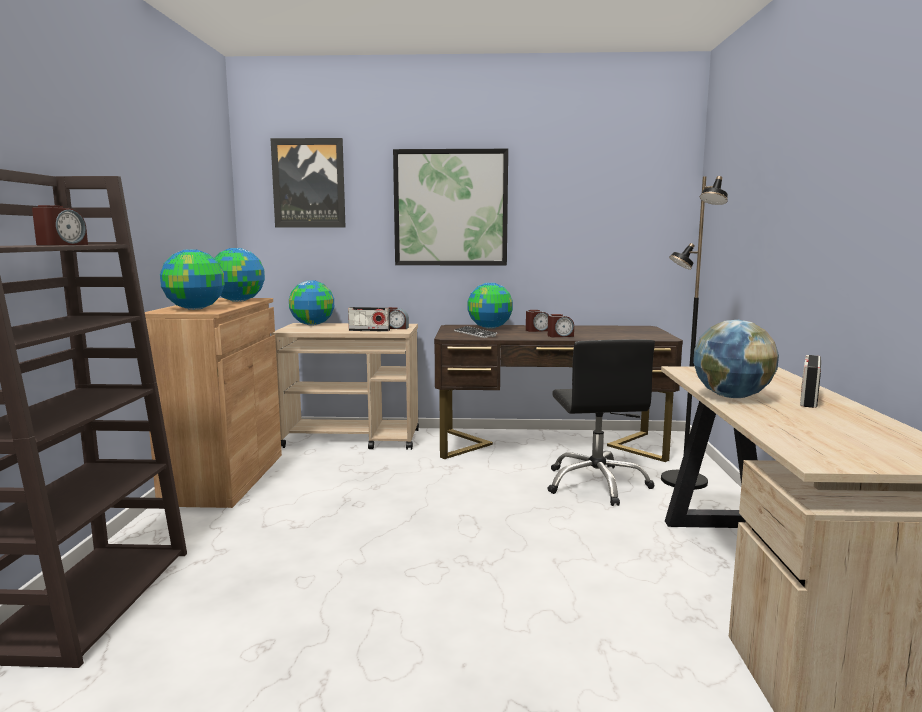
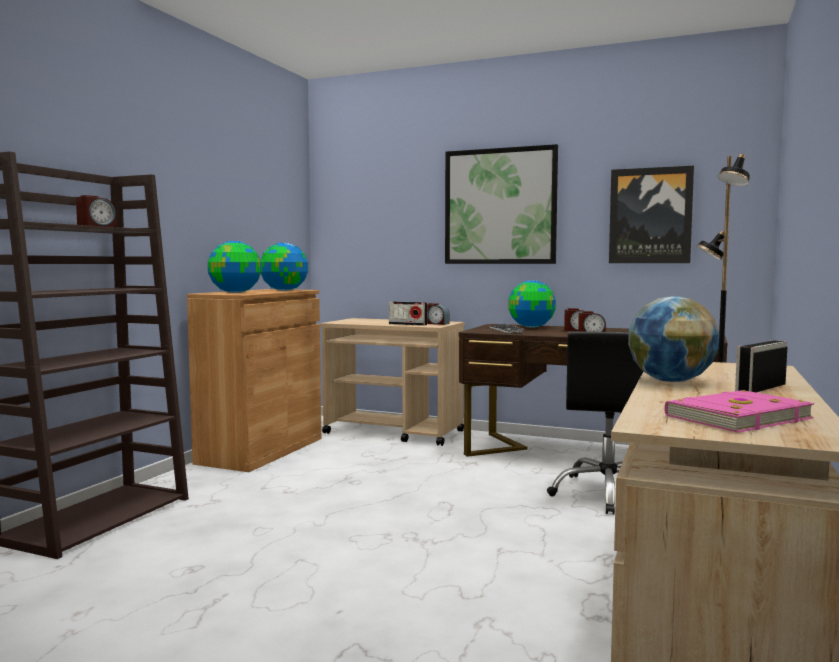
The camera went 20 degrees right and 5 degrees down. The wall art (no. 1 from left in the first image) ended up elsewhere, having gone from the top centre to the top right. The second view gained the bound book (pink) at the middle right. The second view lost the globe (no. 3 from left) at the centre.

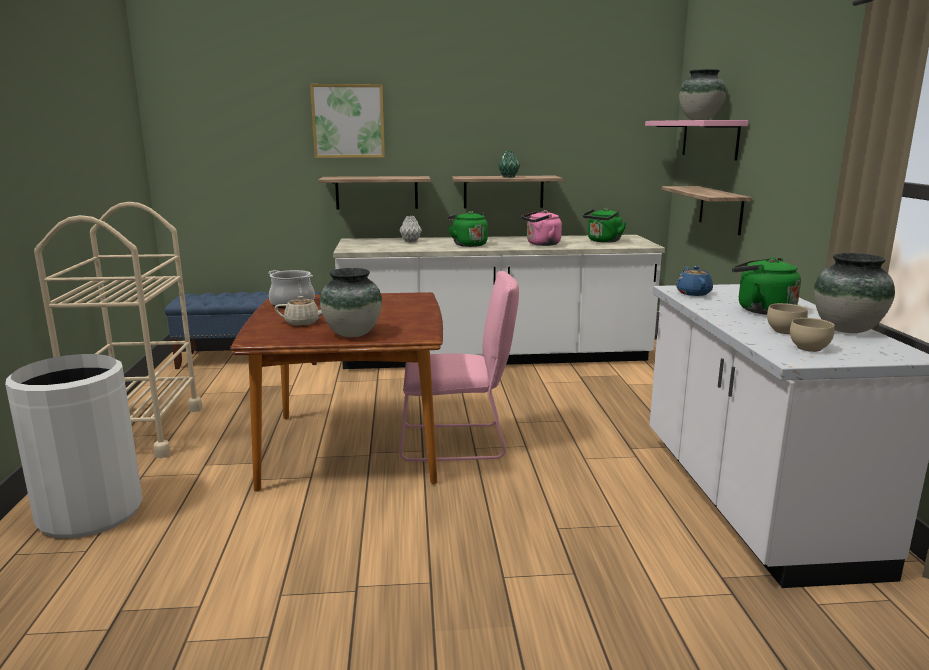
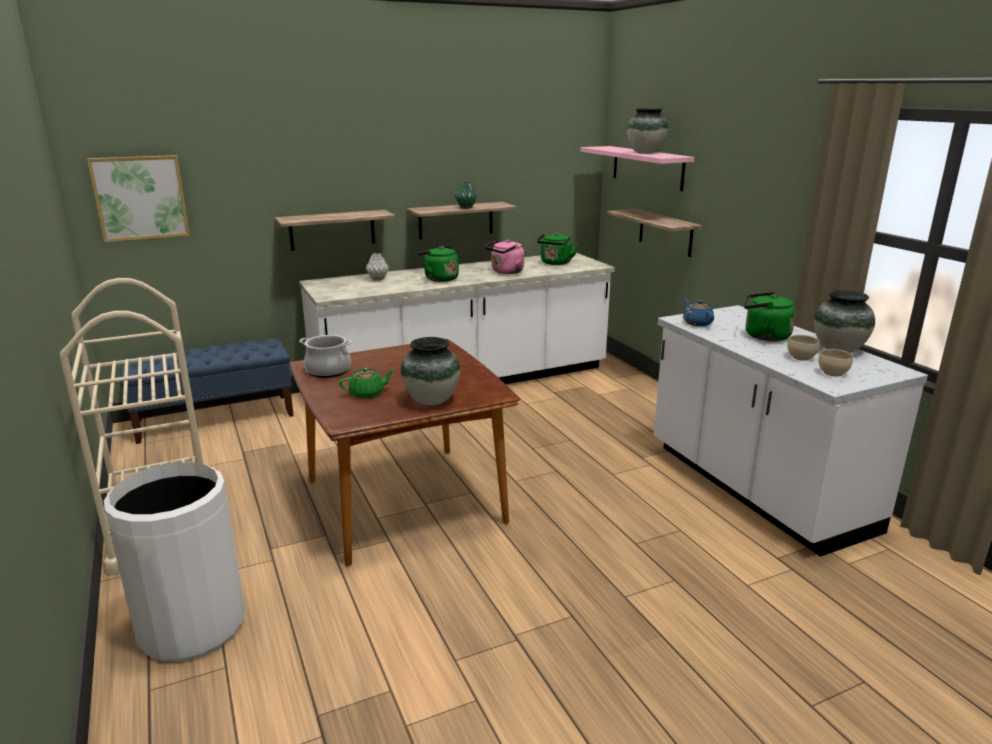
The camera went 20 degrees left and 5 degrees up. The wall art ended up elsewhere, having gone from the top centre to the top left. What was the pot for tea (sand-coloured) at the middle left turned into the pot for tea (green) at the centre. The second view lost the plain chair (pink) at the centre.

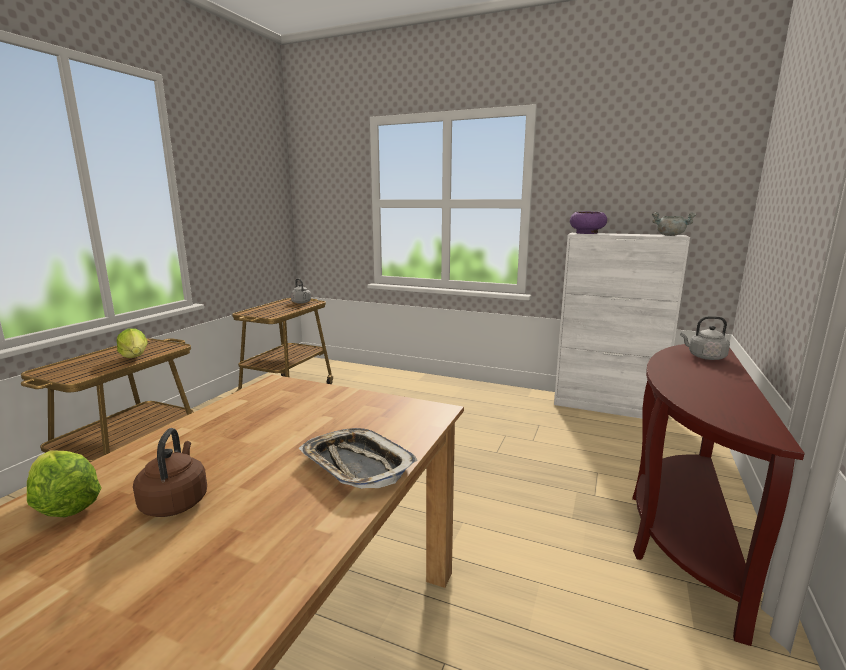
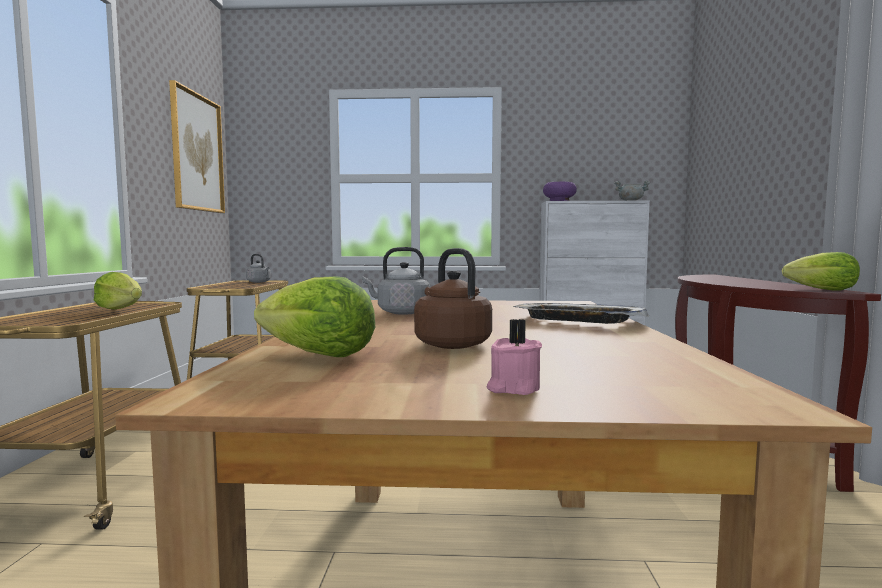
The camera went 20 degrees left and 10 degrees down. The second view gained the wall art at the top left. The kettle (gray) (no. 2 from left) ended up elsewhere, having gone from the middle right to the centre. The second view gained the wax light (pink) at the centre. The second view gained the lettuce head (no. 3 from left) at the middle right.

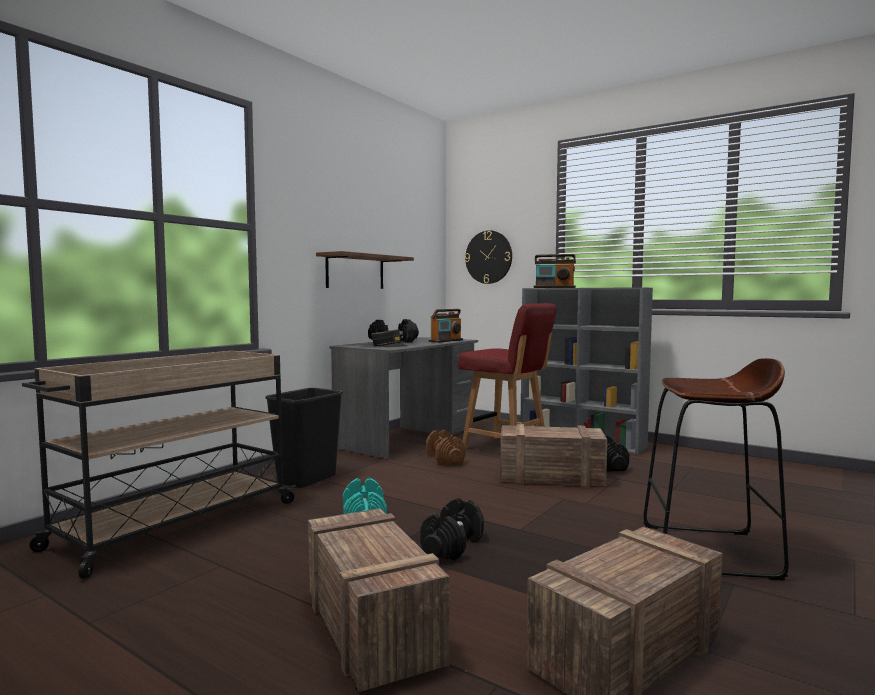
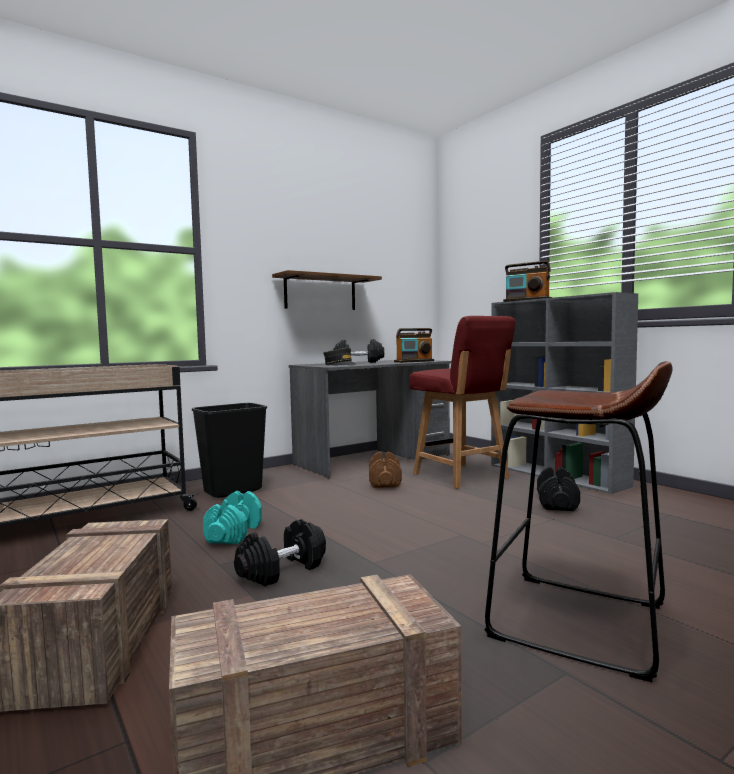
The camera went 20 degrees right and 0 degrees up. The second view lost the hanging clock at the centre. The second view lost the packing crate (no. 2 from left) at the centre.

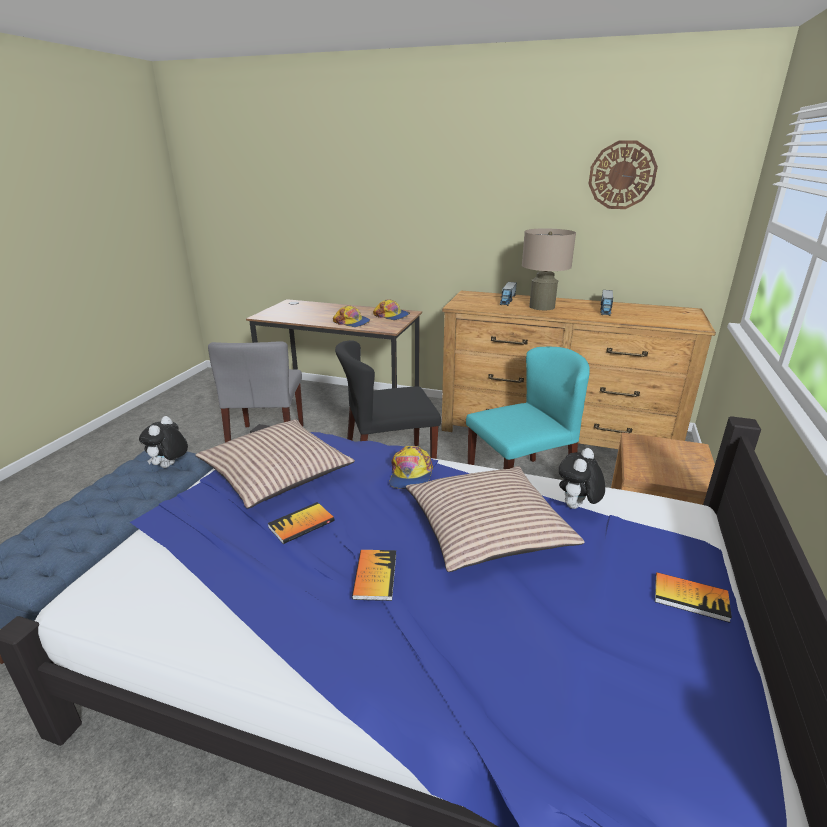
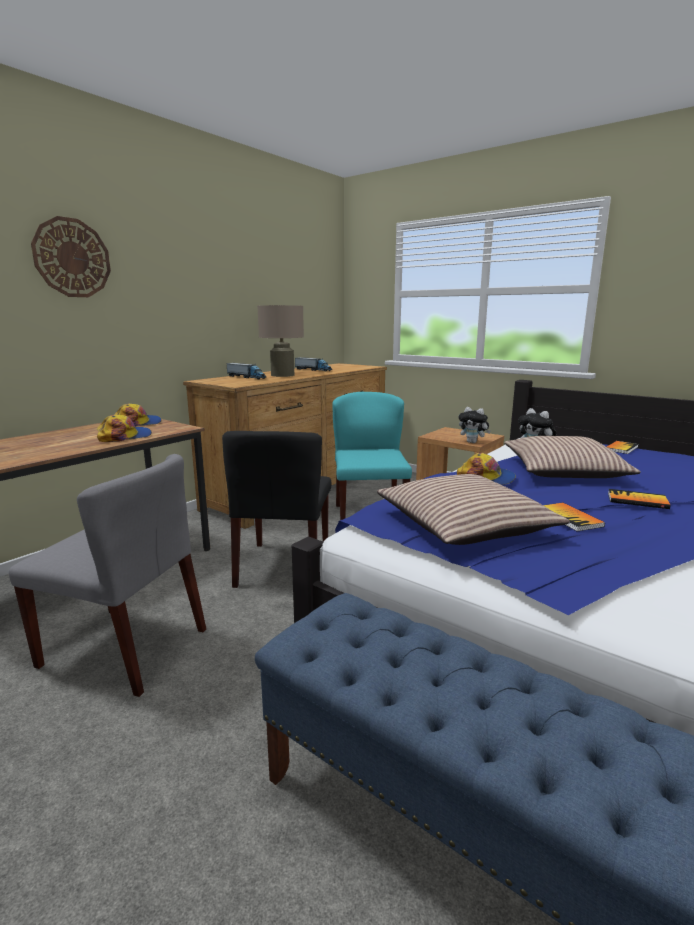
The camera went 70 degrees left and 10 degrees down. The hanging clock ended up elsewhere, having gone from the top right to the top left. The soft toy (no. 1 from left) ended up elsewhere, having gone from the middle left to the middle right.

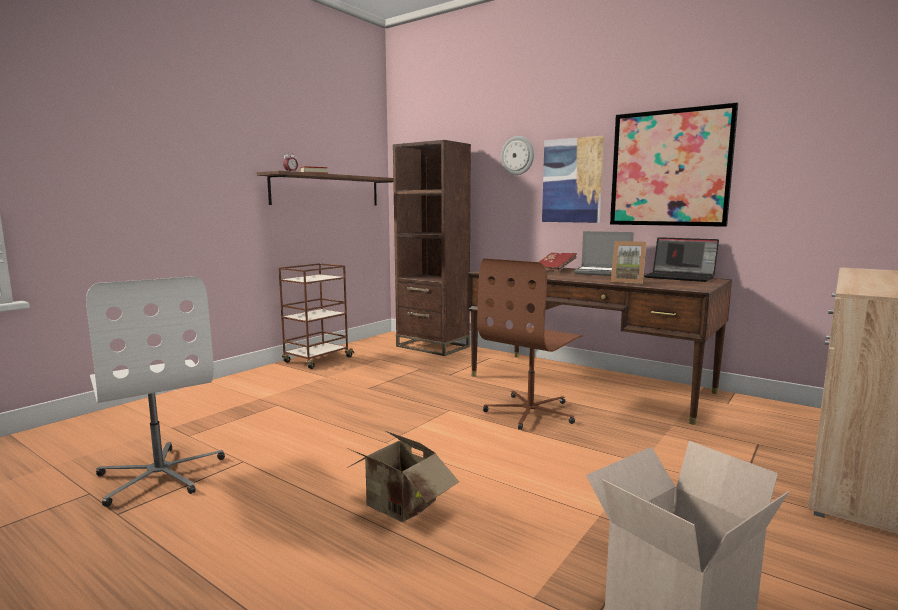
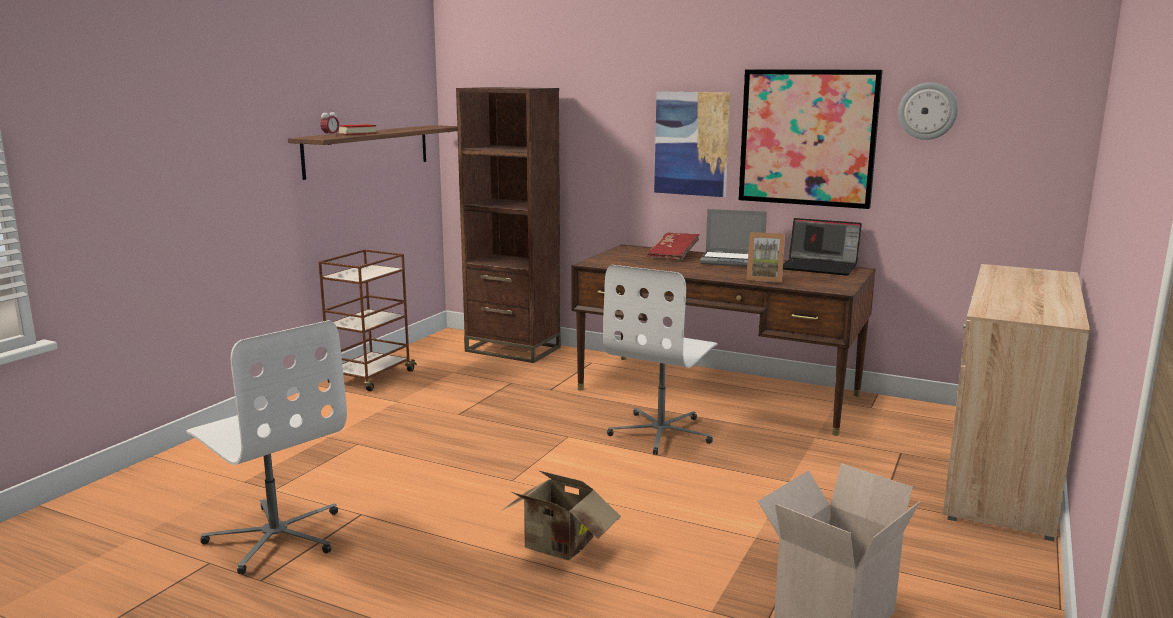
The camera went 10 degrees left and 5 degrees up. What was the desk chair (brownish) at the centre turned into the desk chair (white) (no. 2 from left) at the centre. The hanging clock ended up elsewhere, having gone from the top centre to the top right.

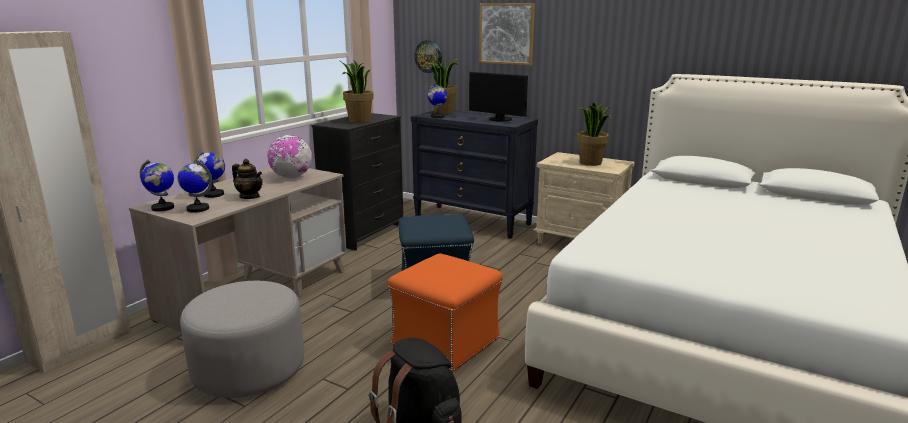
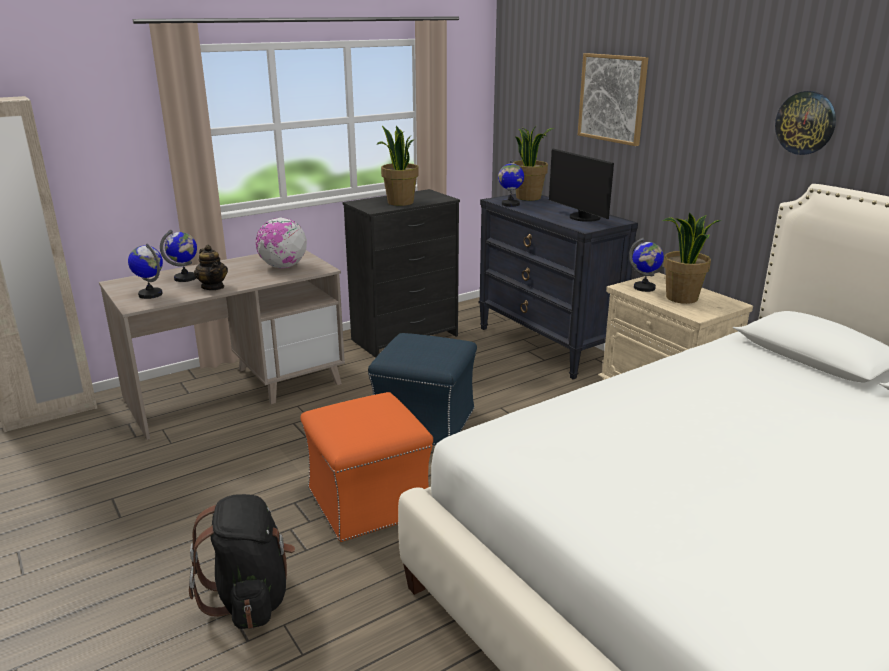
The camera went 25 degrees right and 5 degrees up. The globe (no. 1 from left in the first image) ended up elsewhere, having gone from the middle left to the middle right. The hanging clock ended up elsewhere, having gone from the top centre to the top right. The second view lost the ottoman (gray) at the bottom left.

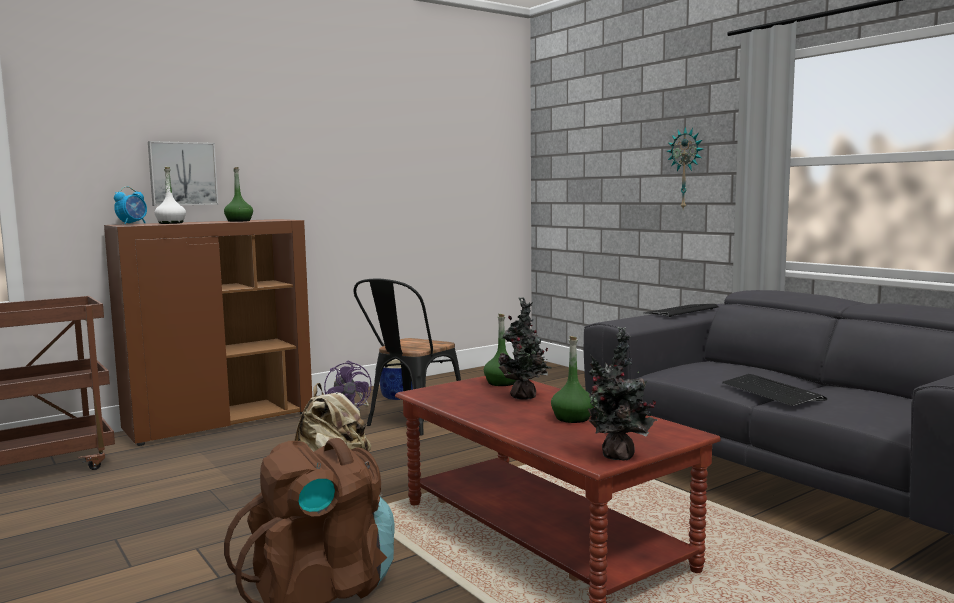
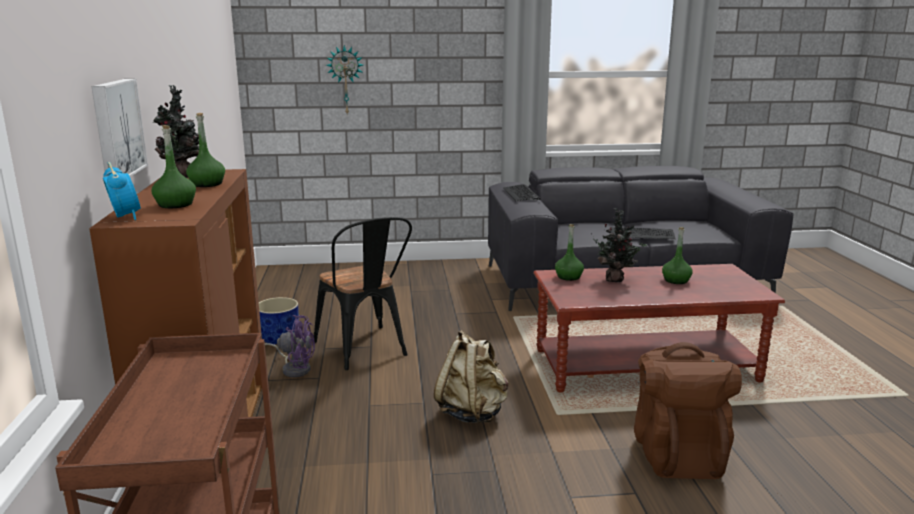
The camera went 60 degrees left and 10 degrees up. What was the beverage bottle (white) at the top left turned into the beverage bottle (green) (no. 1 from left) at the top left. The houseplant (no. 2 from left in the first image) ended up elsewhere, having gone from the centre to the top left. The hanging clock ended up elsewhere, having gone from the top right to the top centre.

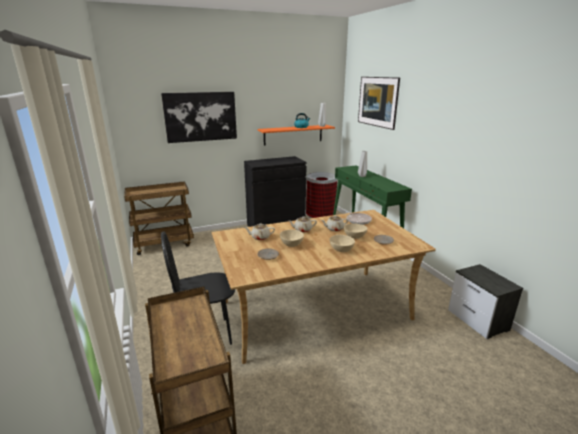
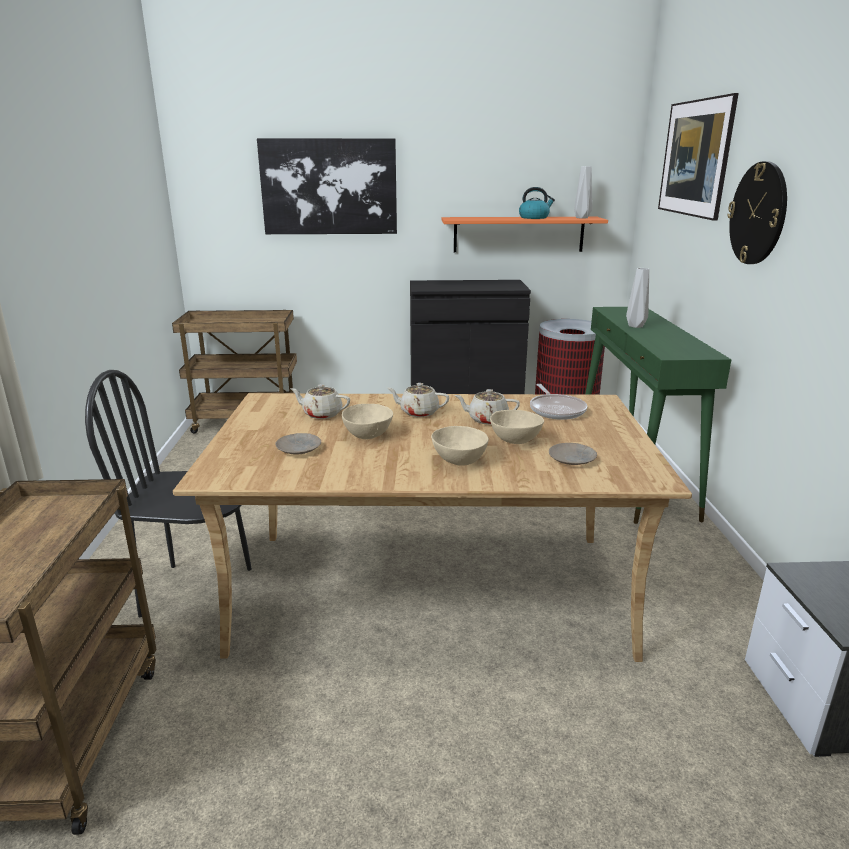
The camera went 20 degrees right and 0 degrees up. The second view gained the hanging clock at the top right.

